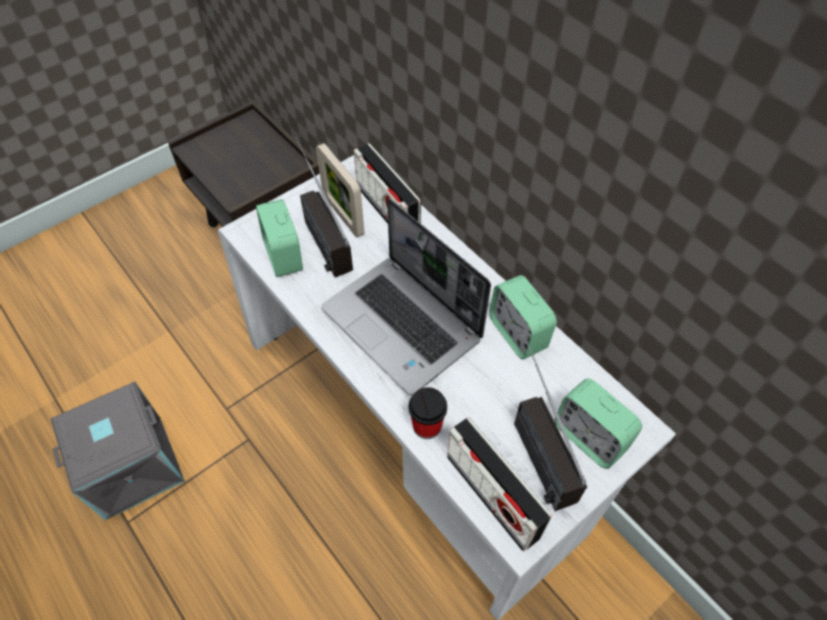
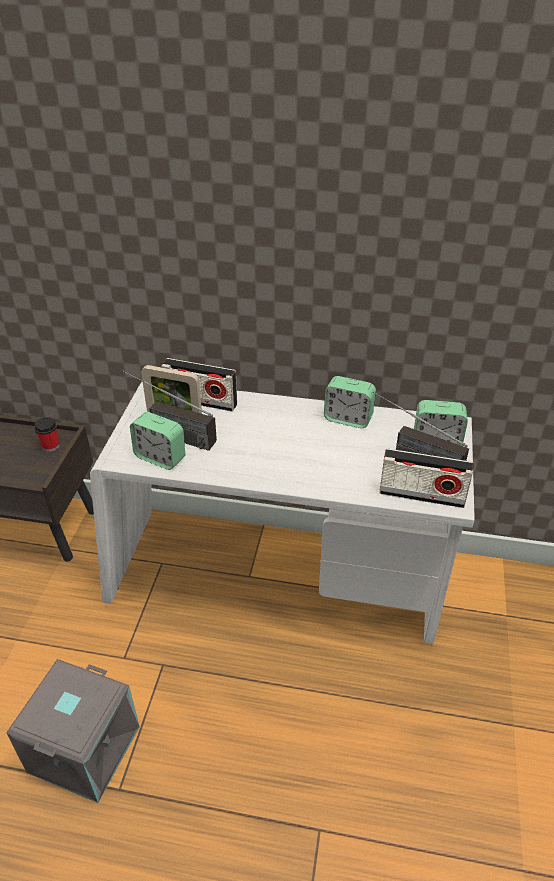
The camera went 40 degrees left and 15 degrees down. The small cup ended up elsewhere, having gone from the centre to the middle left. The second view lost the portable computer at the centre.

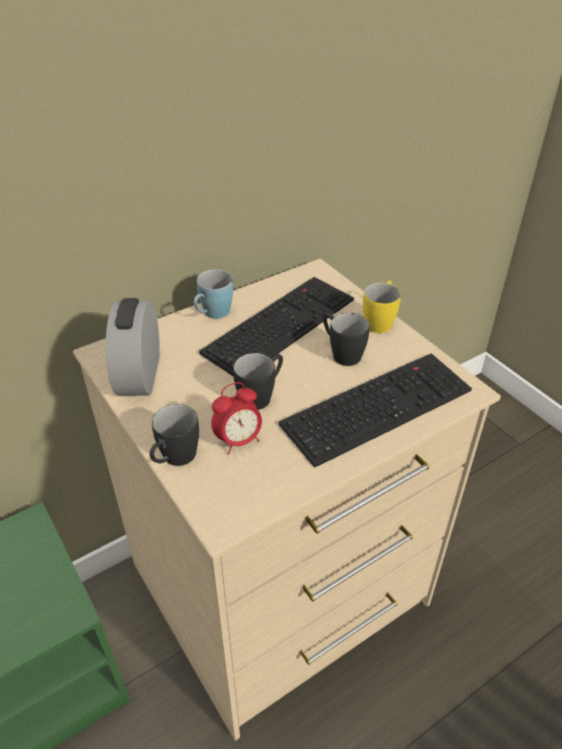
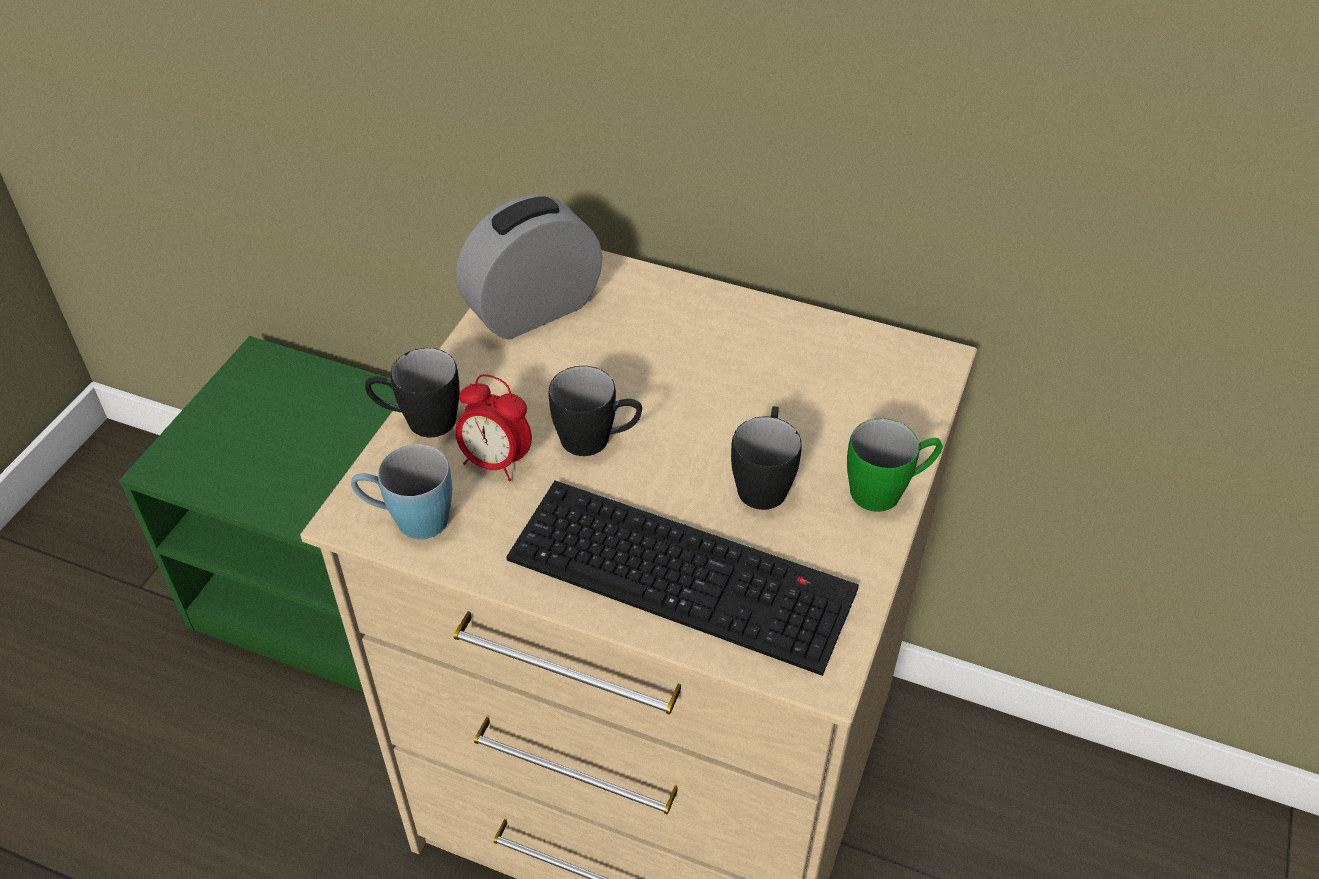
The camera went 55 degrees right and 5 degrees up. The mug (bluish) ended up elsewhere, having gone from the centre to the middle left. What was the mug (yellowish) at the middle right turned into the mug (green) at the middle right. The second view lost the keyboard (no. 1 from left) at the centre.

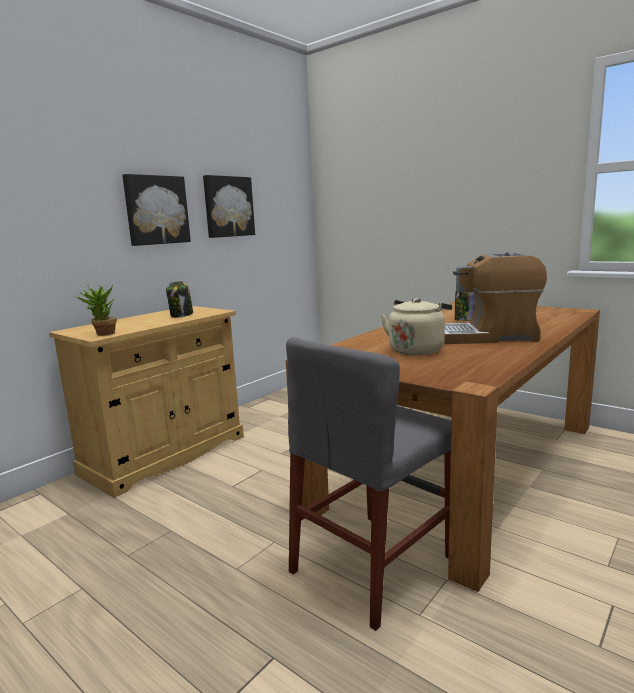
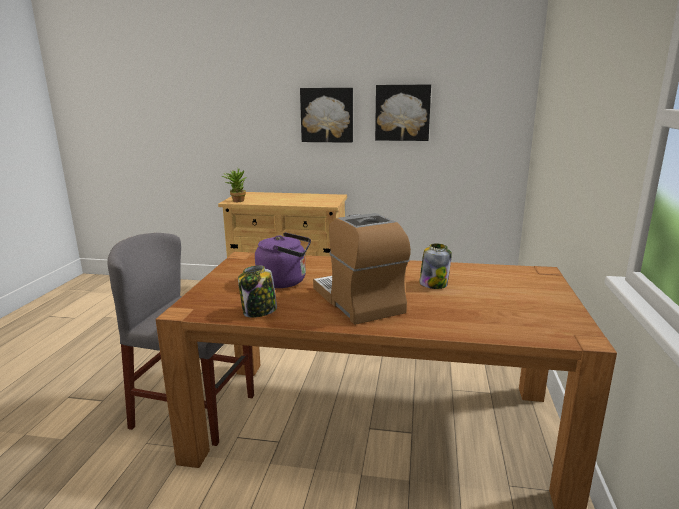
The camera went 60 degrees right and 5 degrees up. The preserve jar (no. 1 from left) ended up elsewhere, having gone from the middle left to the centre. What was the kettle (sand-coloured) at the centre turned into the kettle (purple) at the centre.

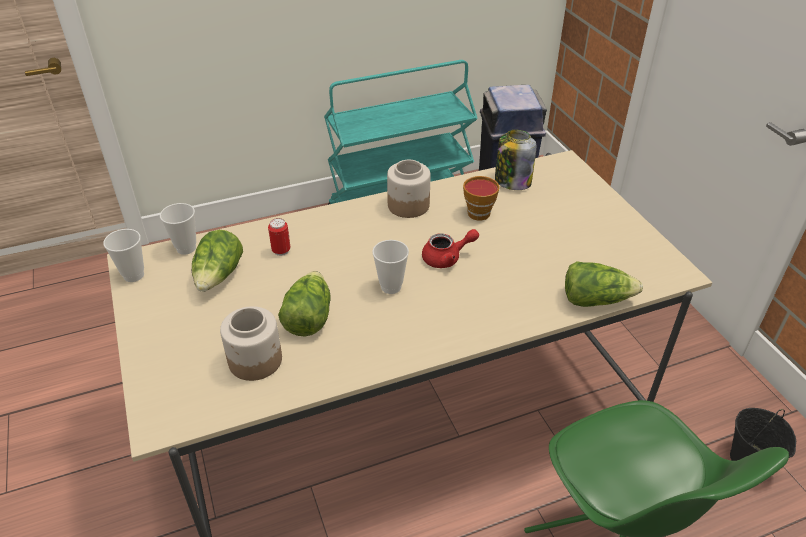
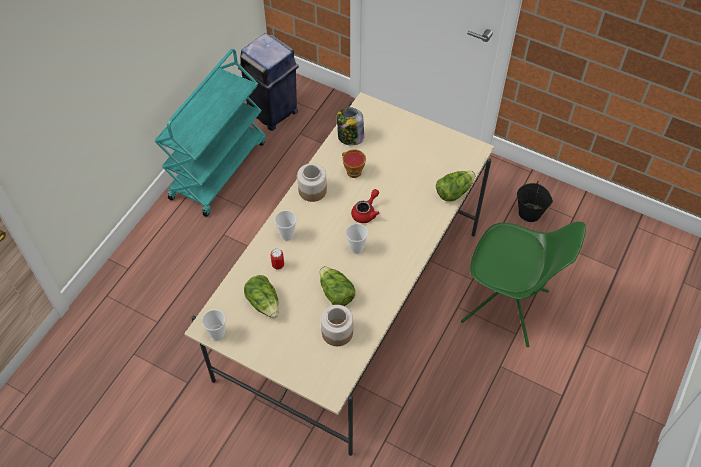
The camera went 40 degrees left and 15 degrees up. The small cup (no. 2 from left) ended up elsewhere, having gone from the middle left to the centre.

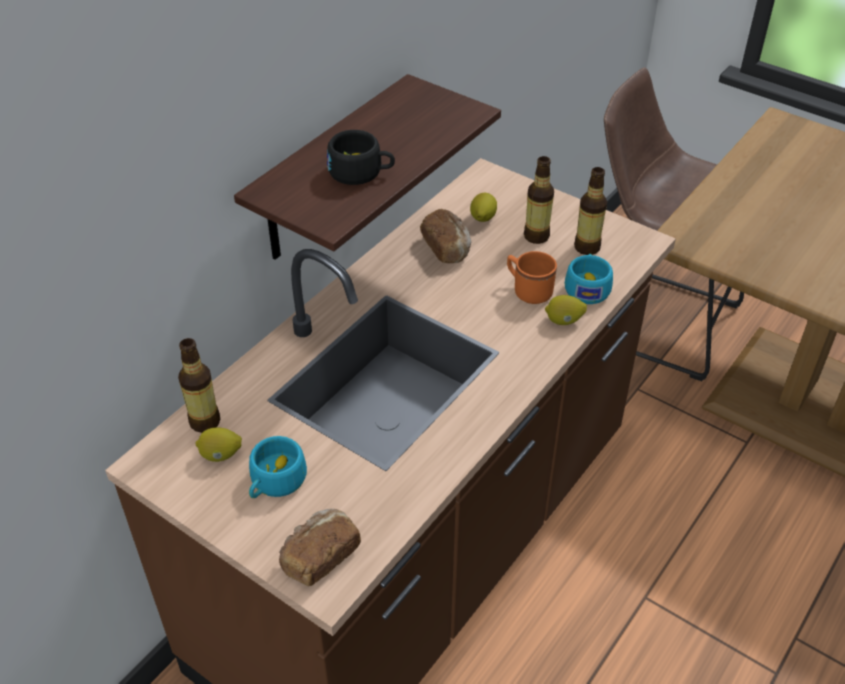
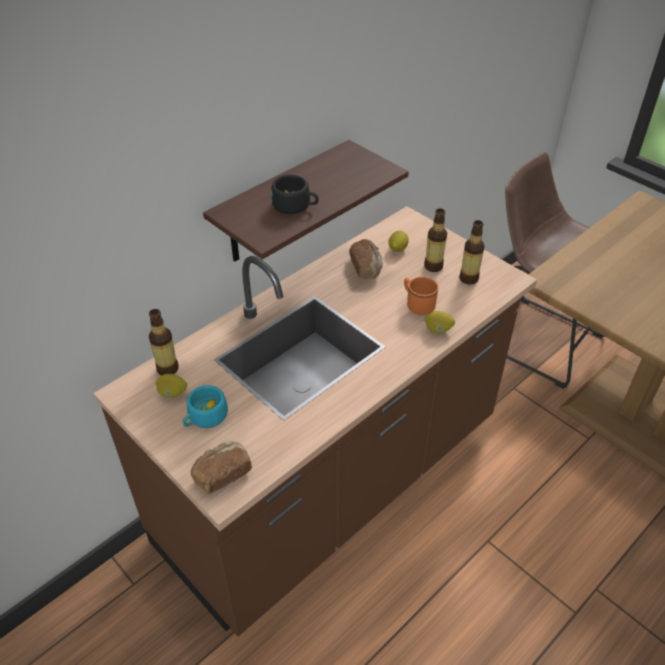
The camera went 10 degrees right and 0 degrees up. The second view lost the small cup (turquoise-coloured) (no. 2 from left) at the middle right.

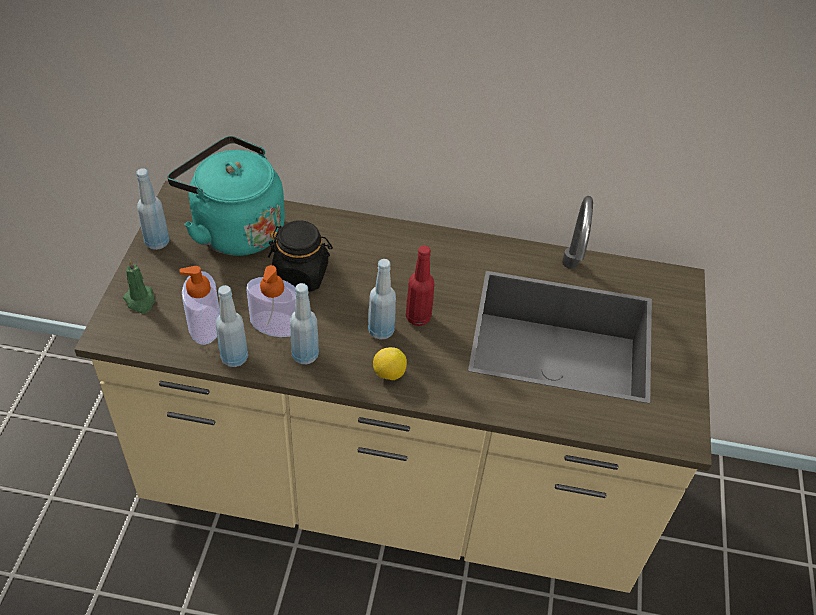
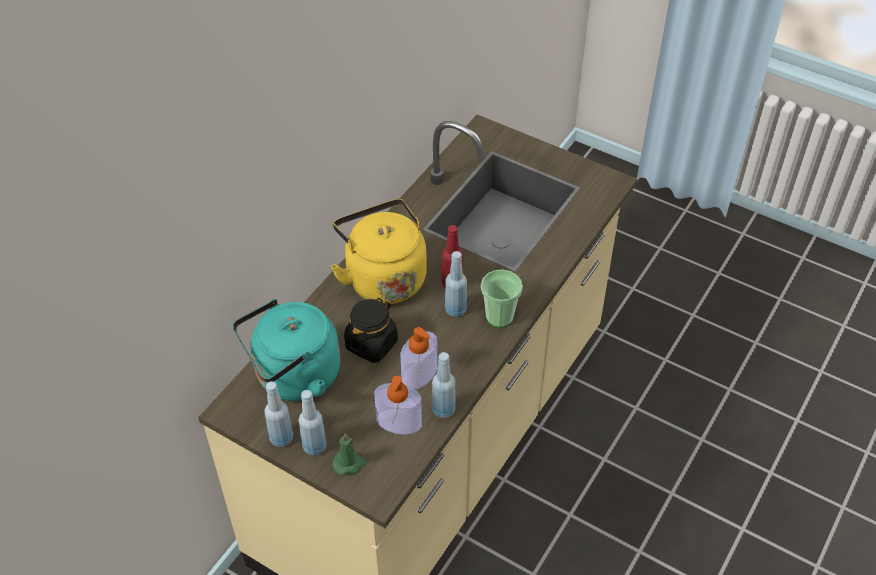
The camera went 65 degrees left and 0 degrees up. The beverage bottle (bluish) (no. 3 from left in the first image) ended up elsewhere, having gone from the centre to the bottom centre. The second view gained the kettle (yellowish) at the centre. Where the citrus fruit stood at the centre, the small cup came to stand at the centre.

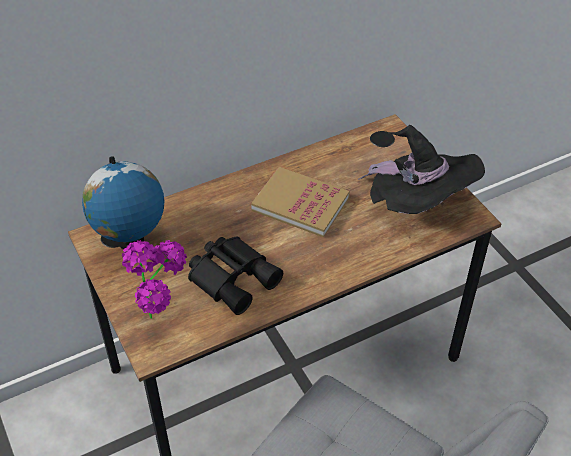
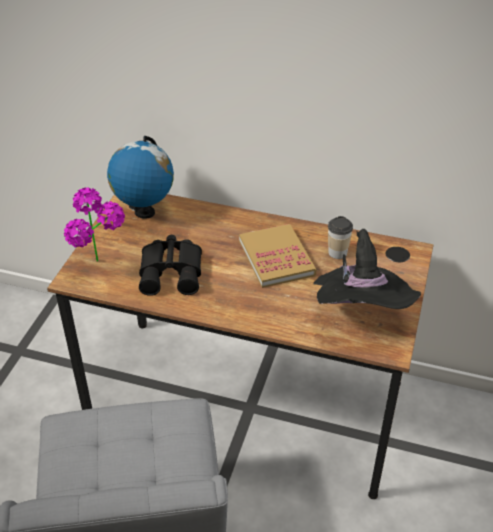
The camera went 45 degrees right and 5 degrees down. The second view gained the small cup at the middle right.

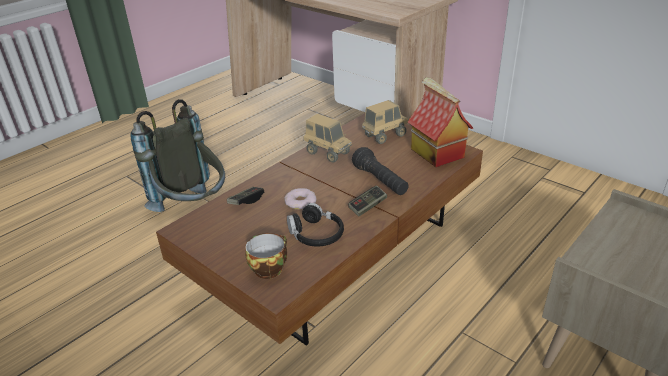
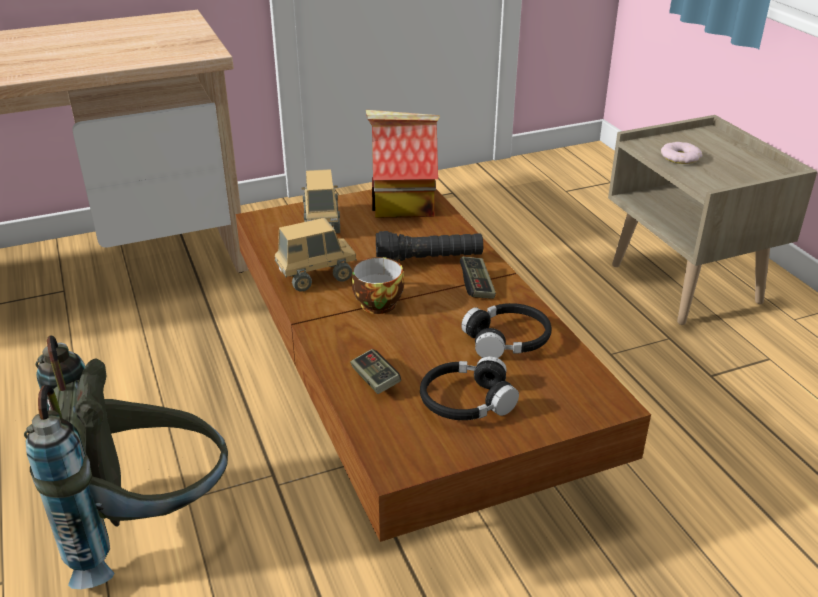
The camera went 65 degrees left and 0 degrees up. The small cup ended up elsewhere, having gone from the bottom centre to the centre. The second view gained the headphones (black) (no. 1 from left) at the centre. The doughnut ended up elsewhere, having gone from the centre to the top right.

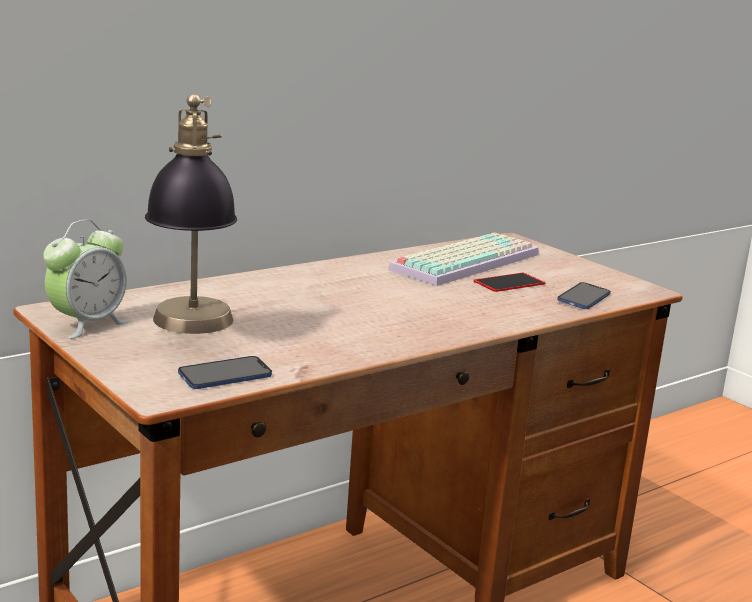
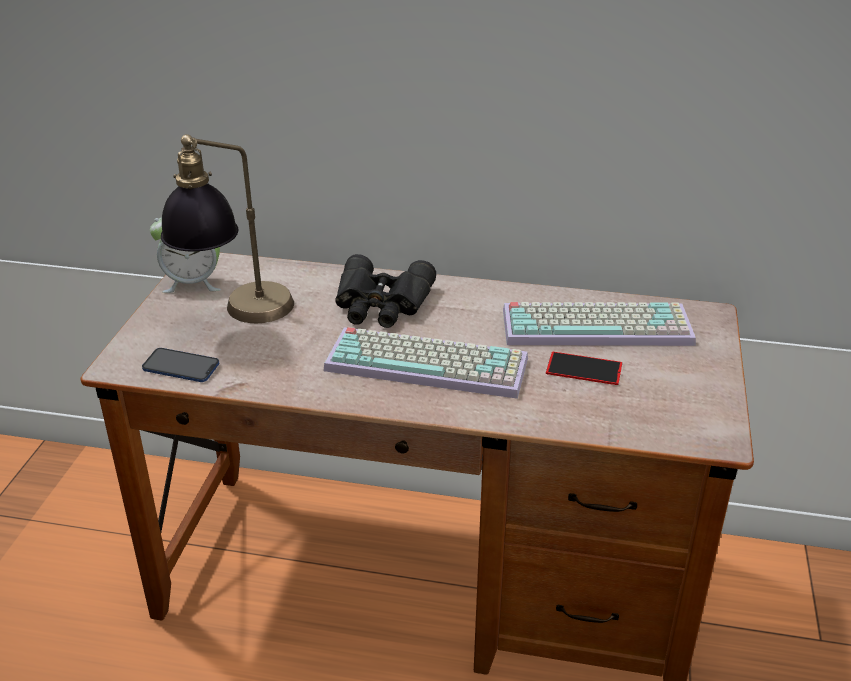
The camera went 50 degrees right and 15 degrees up. The second view gained the keyboard (no. 1 from left) at the centre. The second view gained the pair of binoculars (black) at the centre. The second view lost the telephone (no. 3 from left) at the middle right.

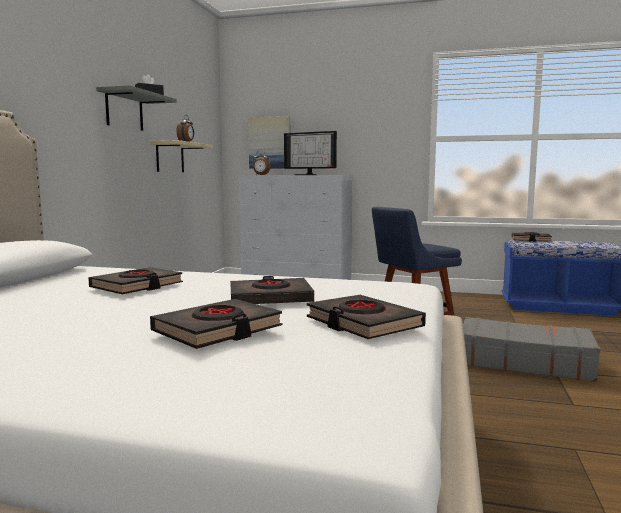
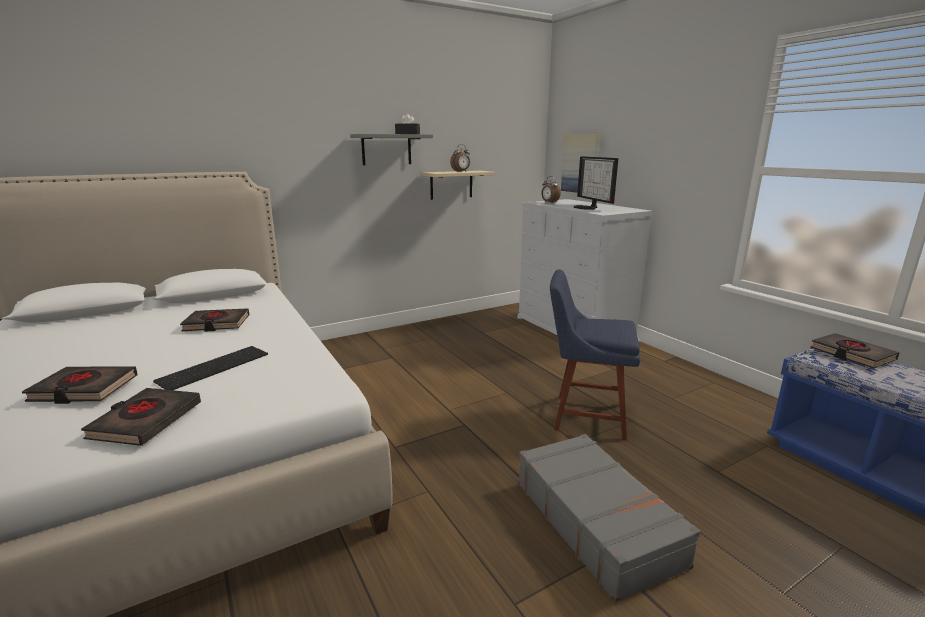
The camera went 45 degrees right and 10 degrees up. Where the bound book (black) (no. 3 from left) stood at the centre, the keyboard came to stand at the middle left.

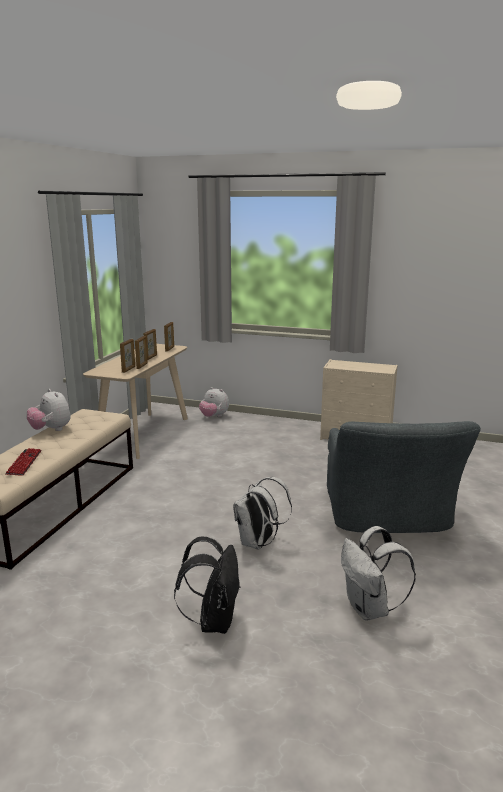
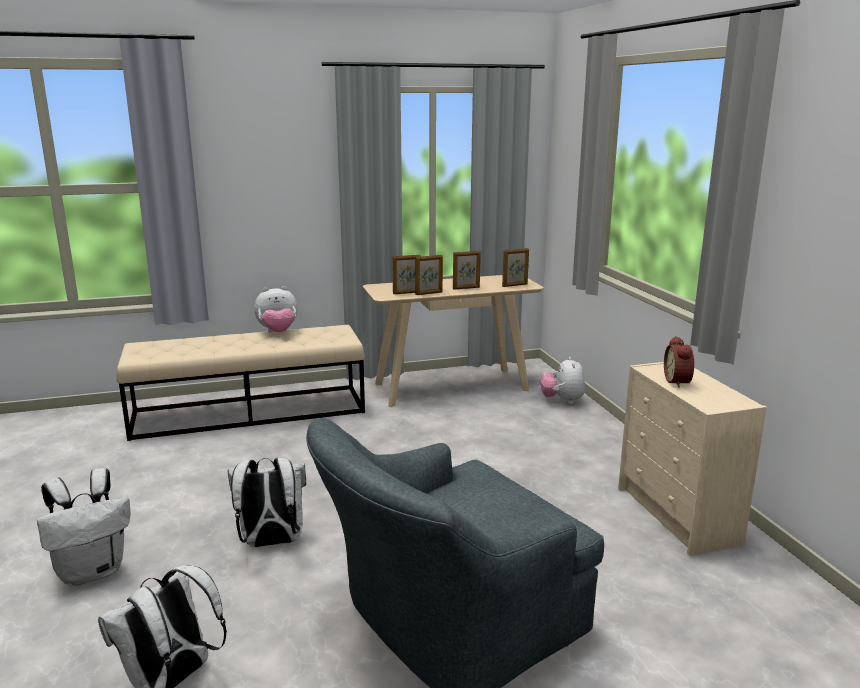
The camera went 55 degrees right and 0 degrees up. What was the rucksack (black) at the bottom centre turned into the rucksack (white) (no. 1 from left) at the bottom left. The soft toy (no. 1 from left) at the middle left ended up facing another way, 120 degrees counterclockwise from before. The second view gained the alarm clock at the middle right. The second view lost the keyboard at the middle left.

